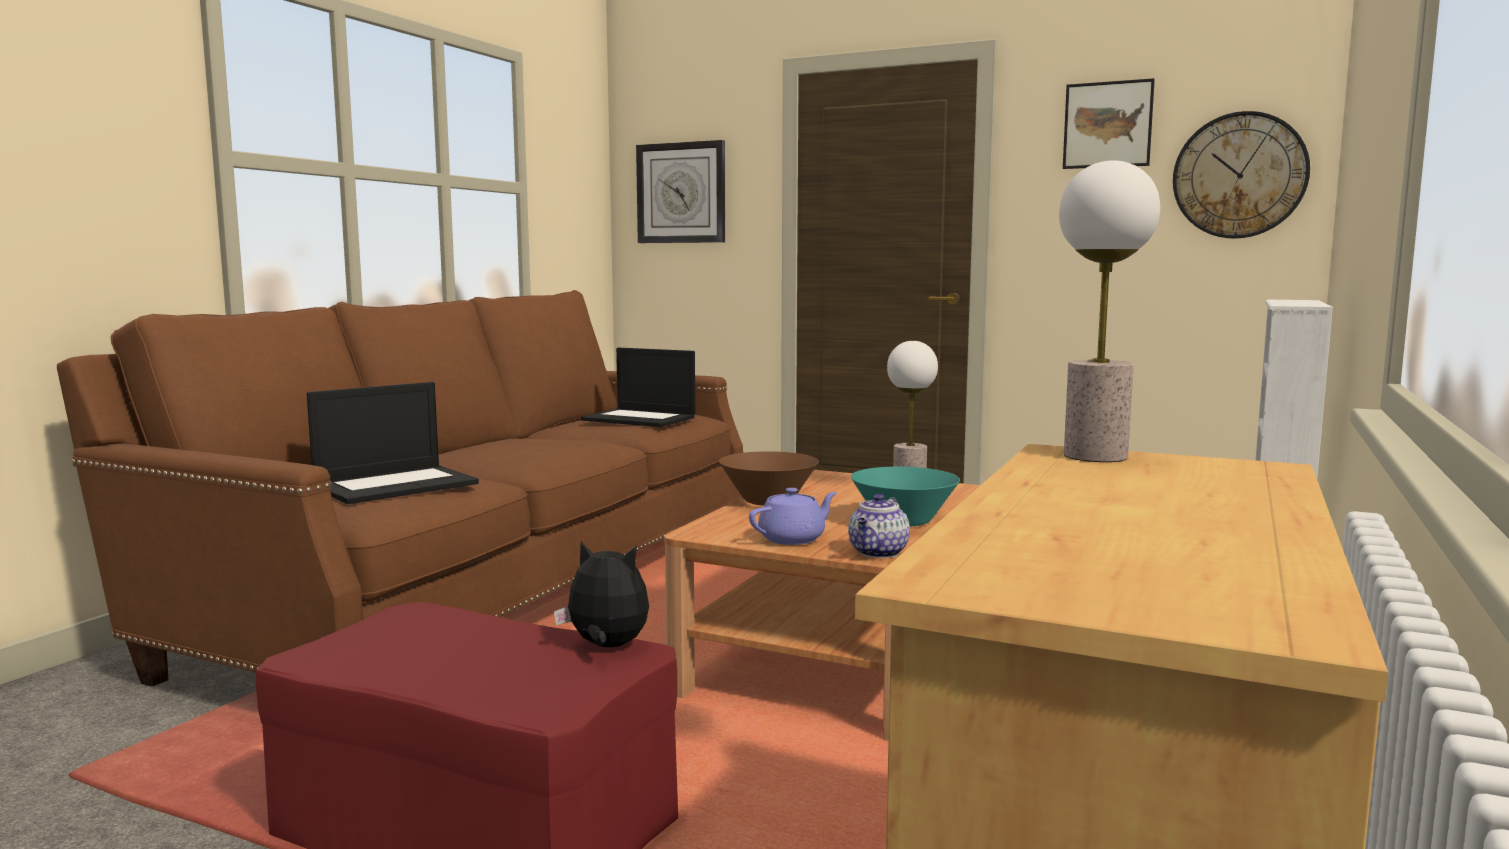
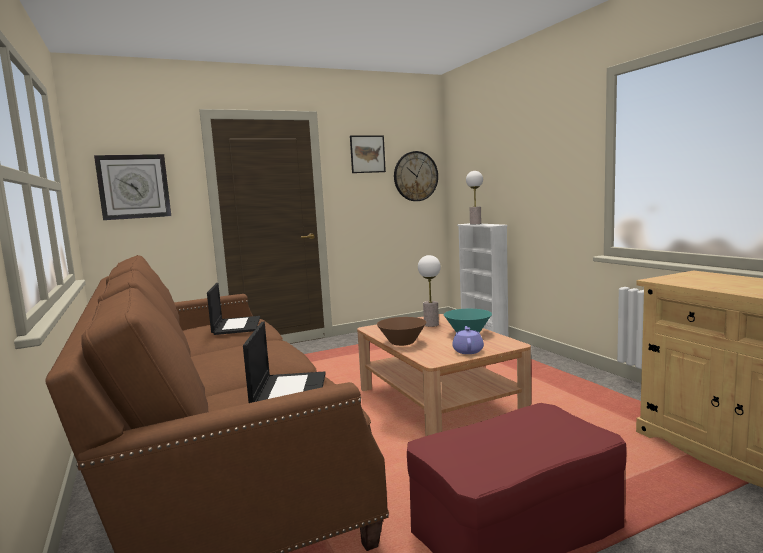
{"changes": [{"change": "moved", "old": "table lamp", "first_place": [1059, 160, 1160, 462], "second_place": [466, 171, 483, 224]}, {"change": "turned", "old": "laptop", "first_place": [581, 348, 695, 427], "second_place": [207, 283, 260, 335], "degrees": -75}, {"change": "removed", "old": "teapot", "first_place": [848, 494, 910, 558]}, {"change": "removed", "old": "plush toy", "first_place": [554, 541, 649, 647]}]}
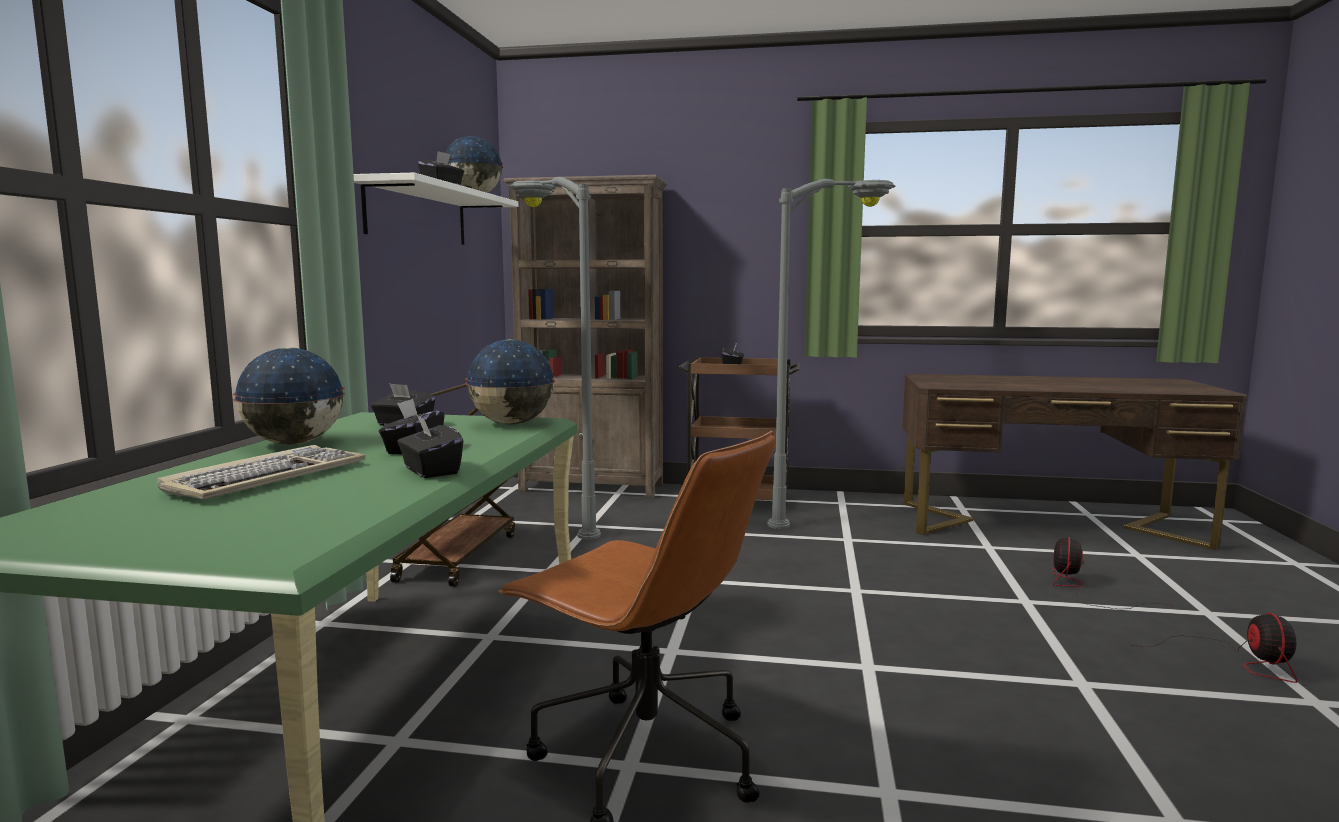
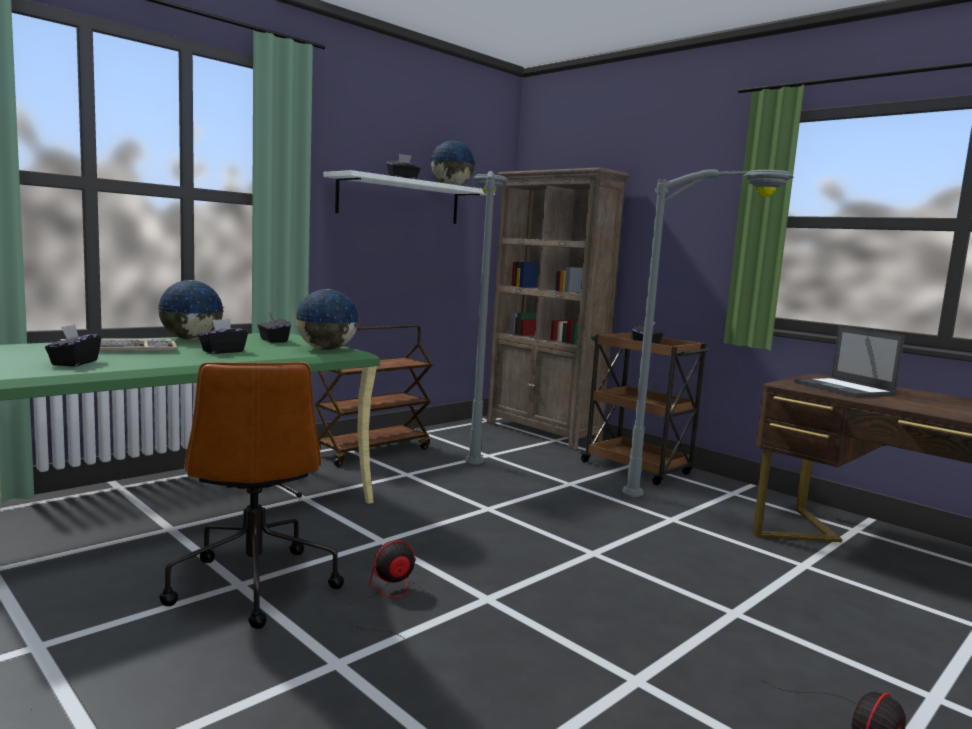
{"changes": [{"change": "moved", "old": "tissue box (black)", "first_place": [397, 415, 463, 478], "second_place": [45, 324, 101, 367]}, {"change": "moved", "old": "fan", "first_place": [1052, 537, 1173, 609], "second_place": [342, 541, 416, 645]}, {"change": "added", "new": "laptop", "second_place": [793, 326, 905, 397]}]}
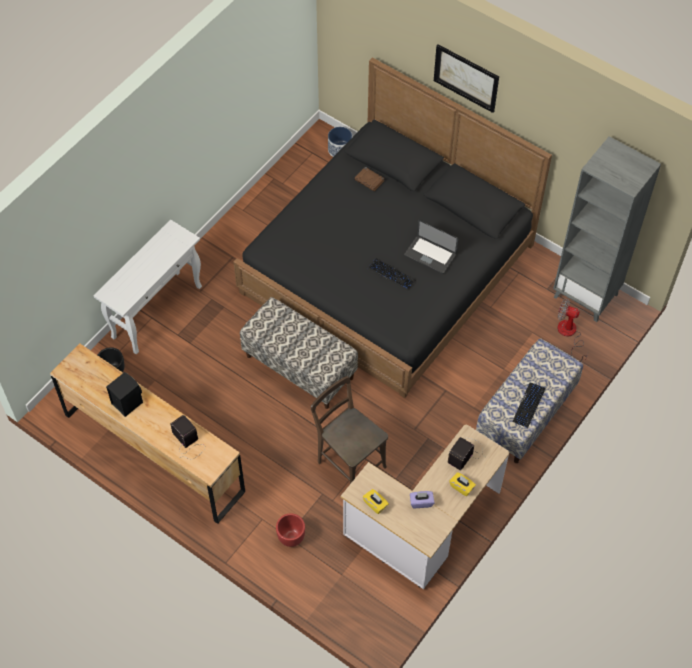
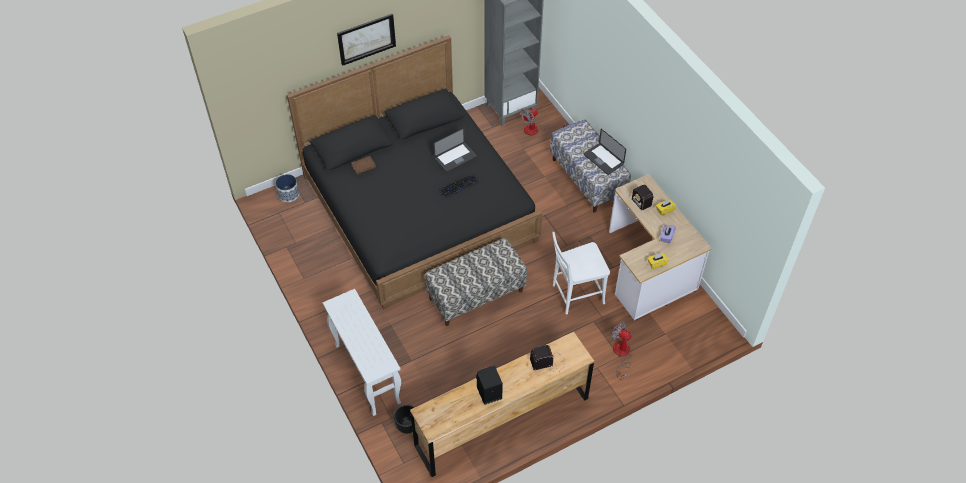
{"changes": [{"change": "recoloured", "old": "chair (brown)", "new": "chair (white)", "first_place": [311, 376, 388, 484], "second_place": [552, 232, 610, 315]}, {"change": "replaced", "old": "keyboard", "new": "laptop", "first_place": [512, 383, 546, 428], "second_place": [584, 129, 626, 175]}, {"change": "replaced", "old": "planter (red)", "new": "fan", "first_place": [276, 513, 305, 547], "second_place": [611, 322, 632, 380]}]}
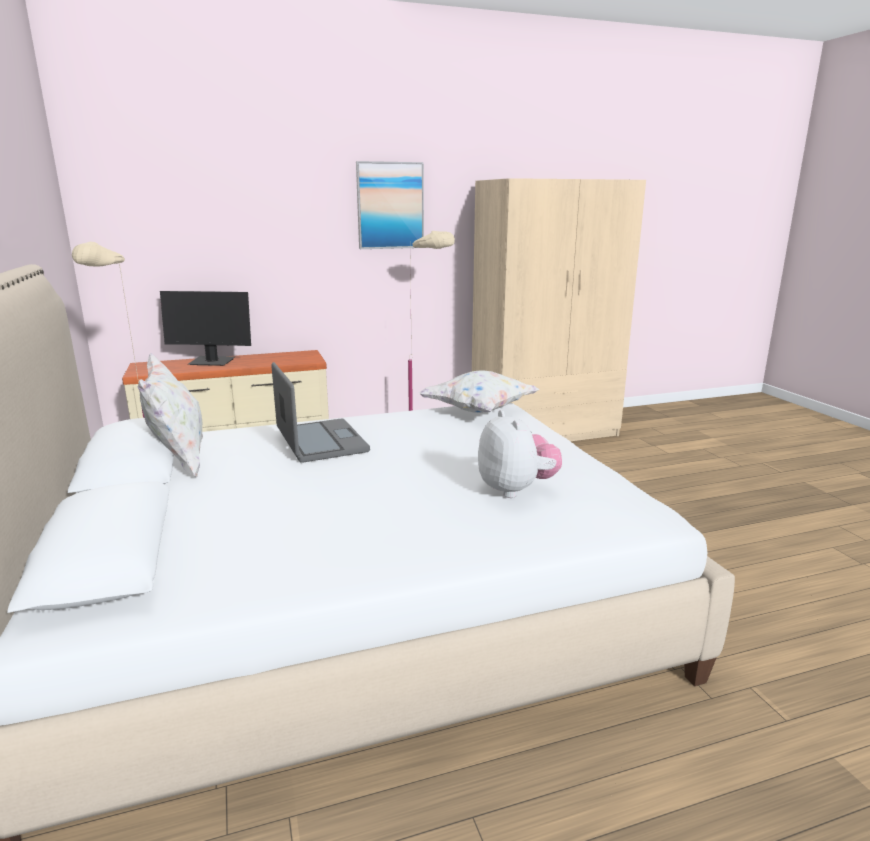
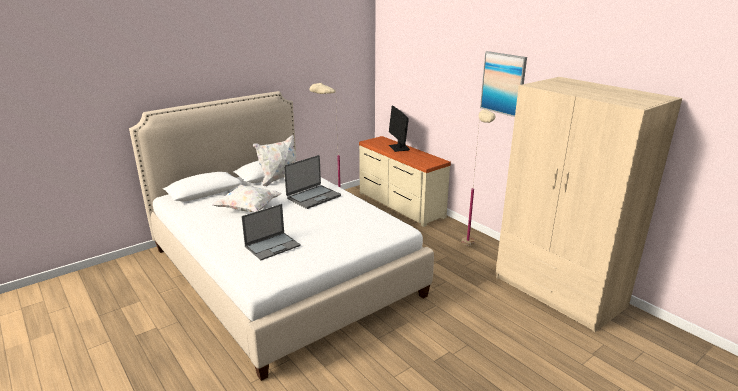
{"changes": [{"change": "moved", "old": "pillow (white)", "first_place": [419, 370, 540, 413], "second_place": [212, 185, 282, 212]}, {"change": "replaced", "old": "plush toy", "new": "laptop", "first_place": [478, 410, 562, 498], "second_place": [241, 204, 301, 260]}]}
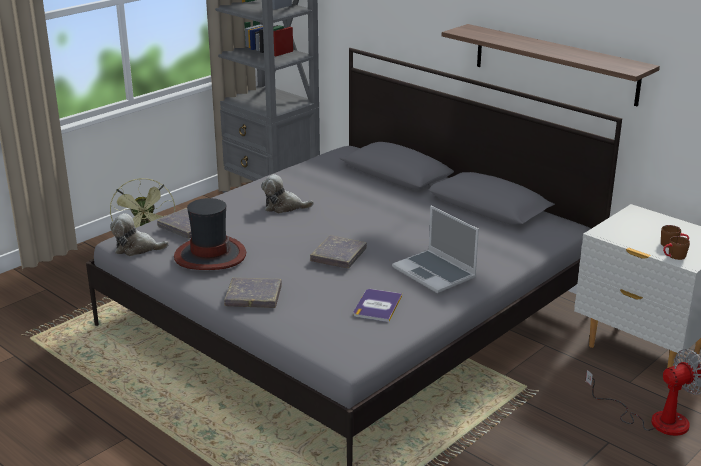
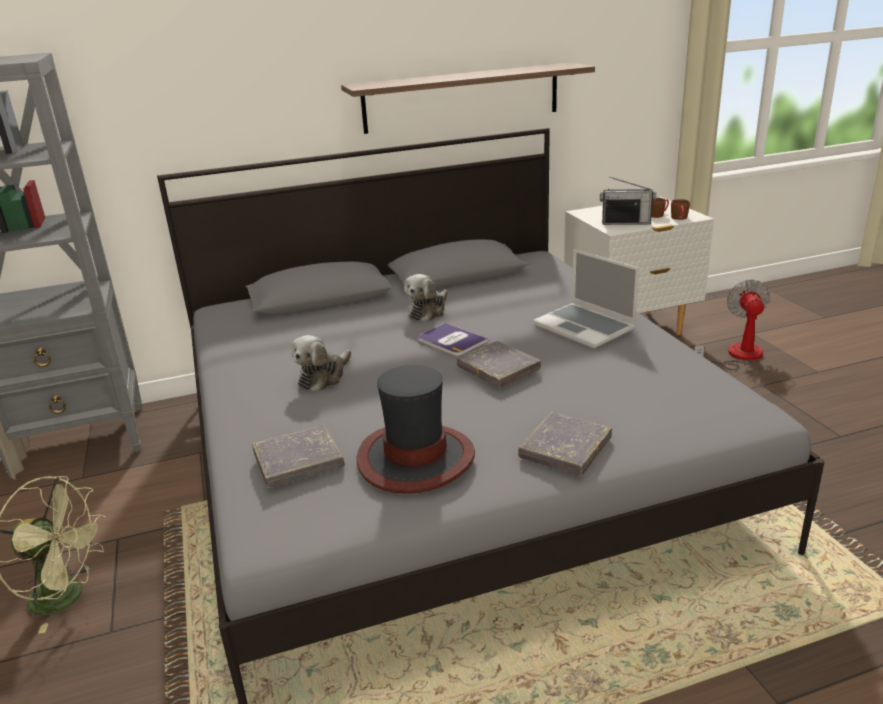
{"changes": [{"change": "turned", "old": "laptop", "first_place": [392, 206, 479, 293], "second_place": [533, 249, 639, 349], "degrees": 60}, {"change": "moved", "old": "plush toy", "first_place": [110, 213, 169, 256], "second_place": [404, 274, 448, 322]}, {"change": "moved", "old": "book", "first_place": [354, 289, 402, 322], "second_place": [418, 323, 487, 356]}, {"change": "added", "new": "radio", "second_place": [600, 177, 656, 225]}]}
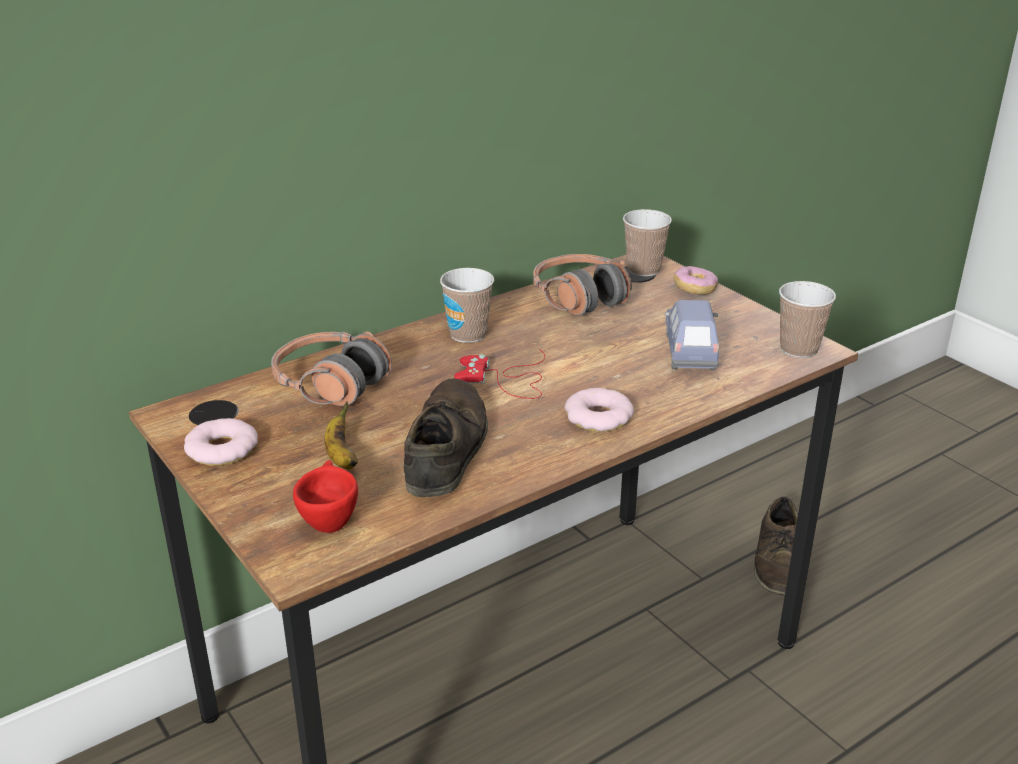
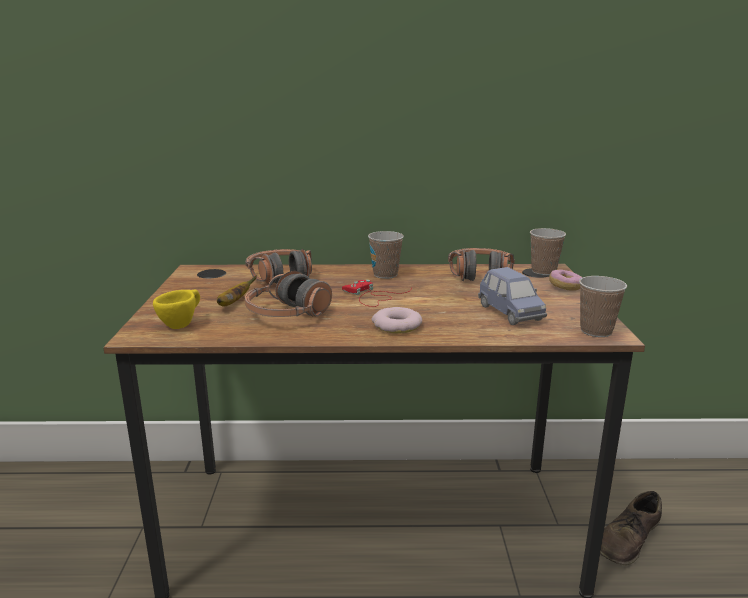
{"changes": [{"change": "turned", "old": "toy car (blue)", "first_place": [665, 300, 719, 370], "second_place": [478, 267, 547, 325], "degrees": 120}, {"change": "replaced", "old": "shoe (brown)", "new": "headphones", "first_place": [404, 378, 488, 497], "second_place": [245, 271, 332, 317]}, {"change": "removed", "old": "donut", "first_place": [184, 418, 258, 465]}, {"change": "recoloured", "old": "cup (red)", "new": "cup (yellow)", "first_place": [293, 460, 358, 533], "second_place": [153, 290, 200, 329]}]}
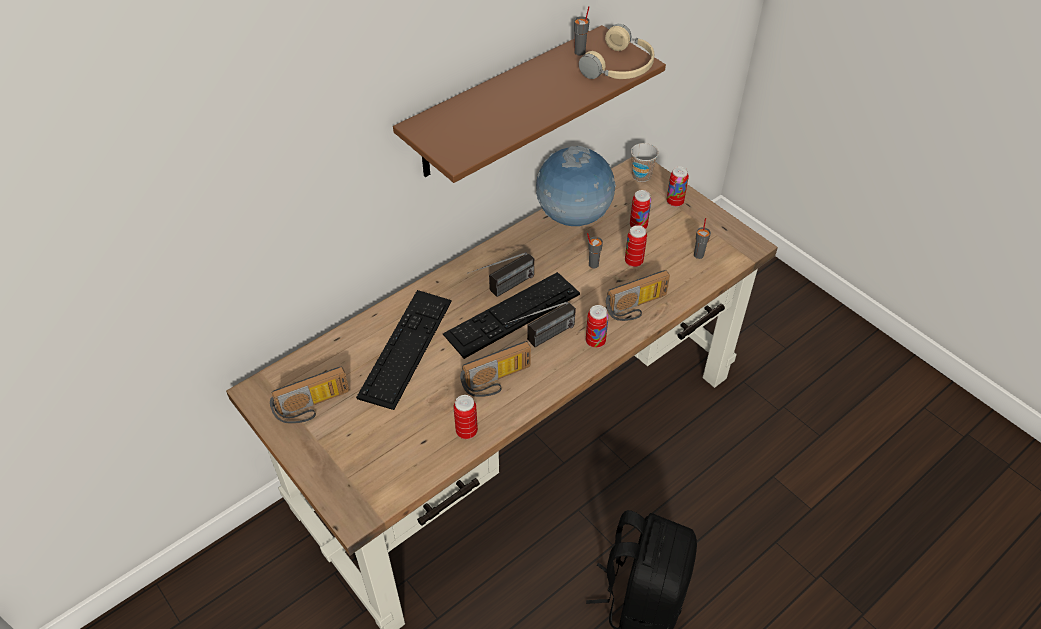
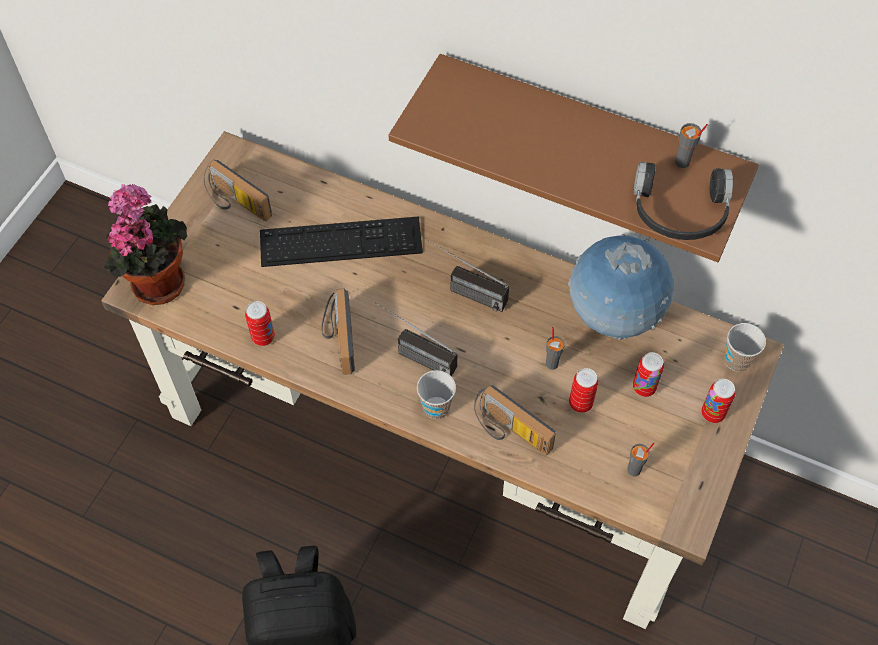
{"changes": [{"change": "recoloured", "old": "headphones (beige)", "new": "headphones (black)", "first_place": [579, 24, 654, 79], "second_place": [634, 162, 733, 240]}, {"change": "removed", "old": "keyboard", "first_place": [443, 272, 580, 359]}, {"change": "replaced", "old": "can", "new": "cup", "first_place": [586, 305, 609, 348], "second_place": [417, 370, 456, 419]}, {"change": "turned", "old": "radio", "first_place": [460, 341, 531, 397], "second_place": [321, 288, 355, 375], "degrees": 45}, {"change": "added", "new": "potted plant", "second_place": [104, 184, 187, 305]}]}
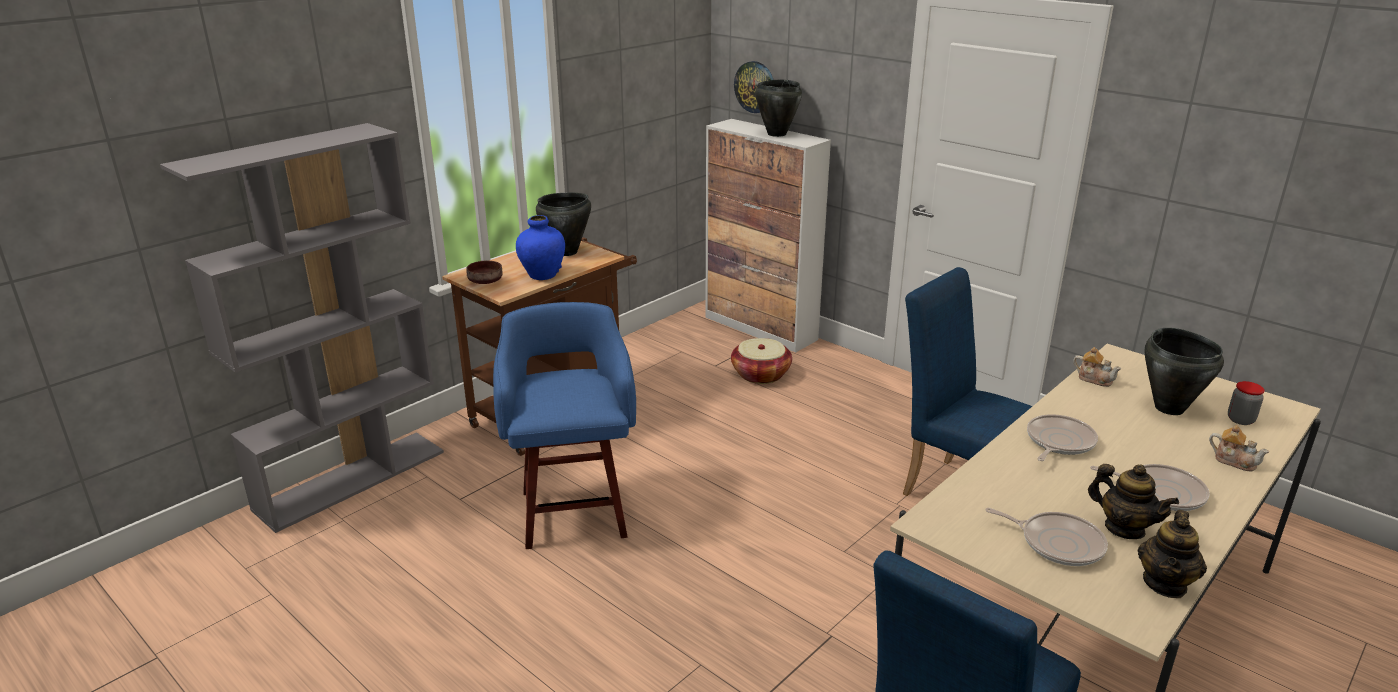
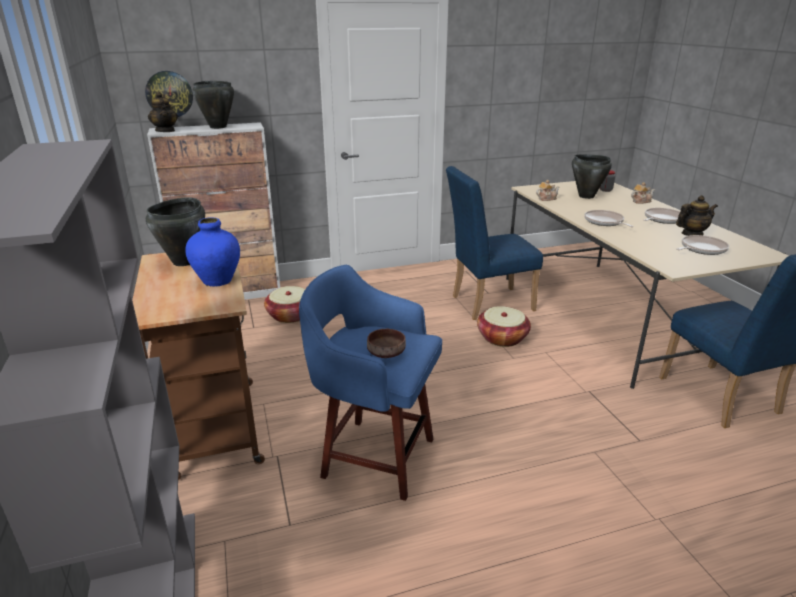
{"changes": [{"change": "moved", "old": "bowl (brown)", "first_place": [467, 261, 503, 284], "second_place": [367, 329, 406, 358]}, {"change": "moved", "old": "teapot", "first_place": [1138, 510, 1207, 598], "second_place": [148, 92, 178, 132]}, {"change": "added", "new": "basket", "second_place": [477, 306, 531, 347]}]}
